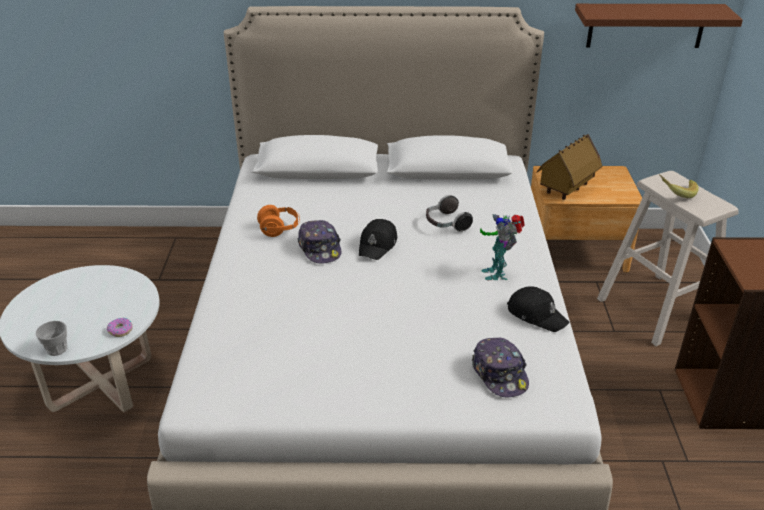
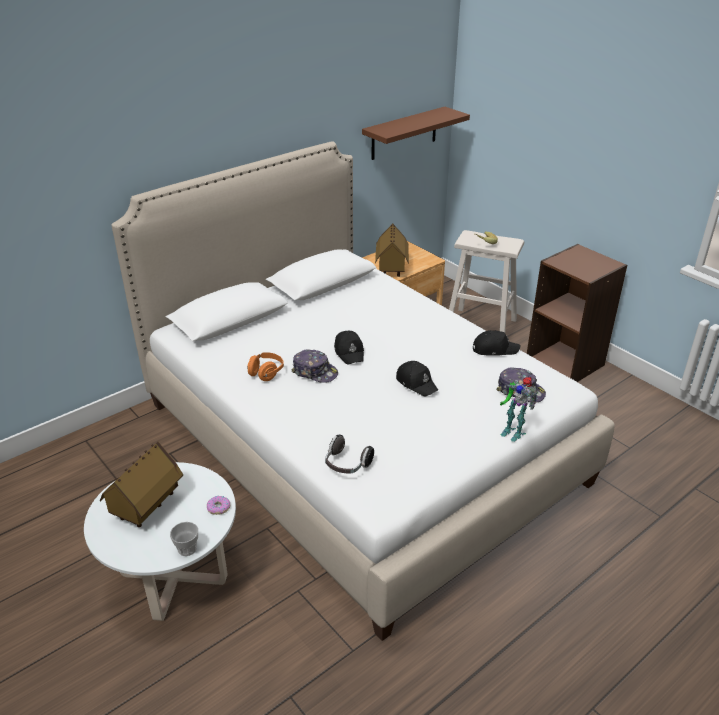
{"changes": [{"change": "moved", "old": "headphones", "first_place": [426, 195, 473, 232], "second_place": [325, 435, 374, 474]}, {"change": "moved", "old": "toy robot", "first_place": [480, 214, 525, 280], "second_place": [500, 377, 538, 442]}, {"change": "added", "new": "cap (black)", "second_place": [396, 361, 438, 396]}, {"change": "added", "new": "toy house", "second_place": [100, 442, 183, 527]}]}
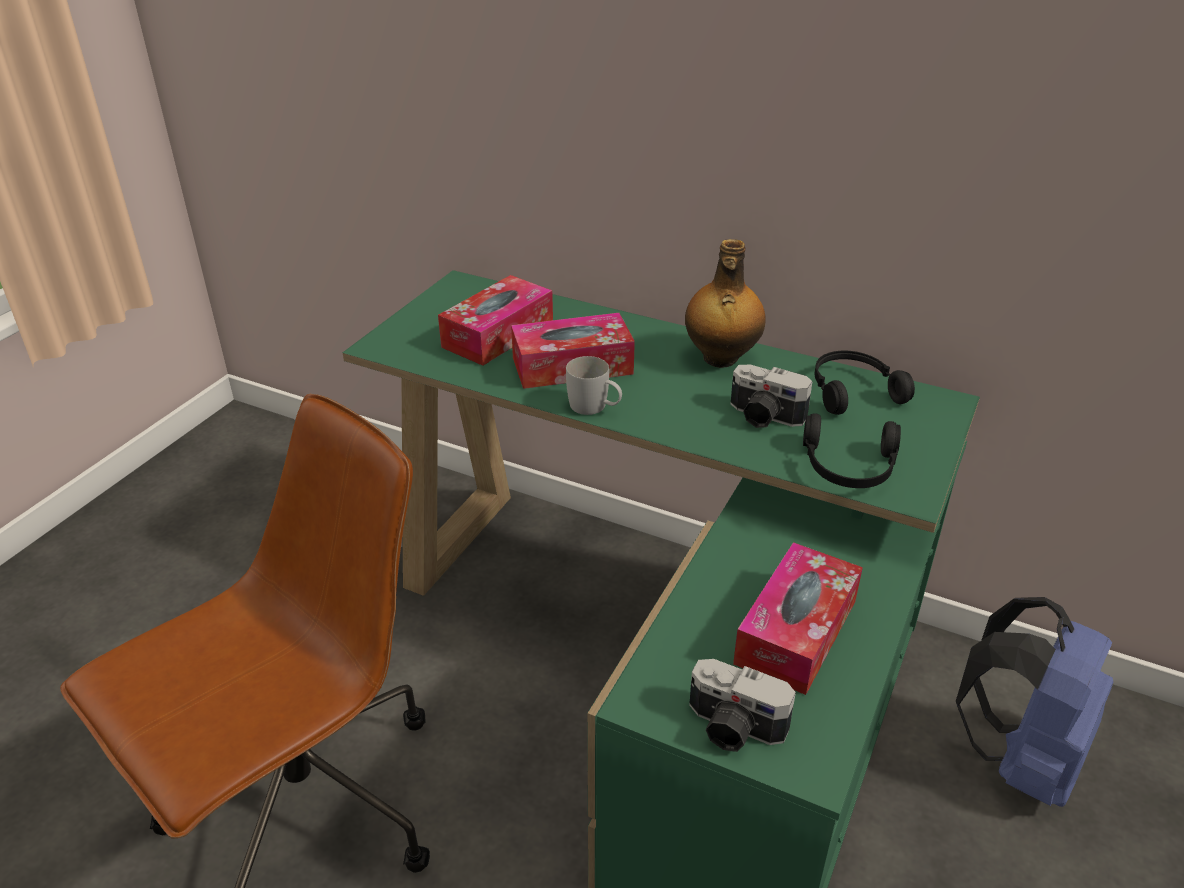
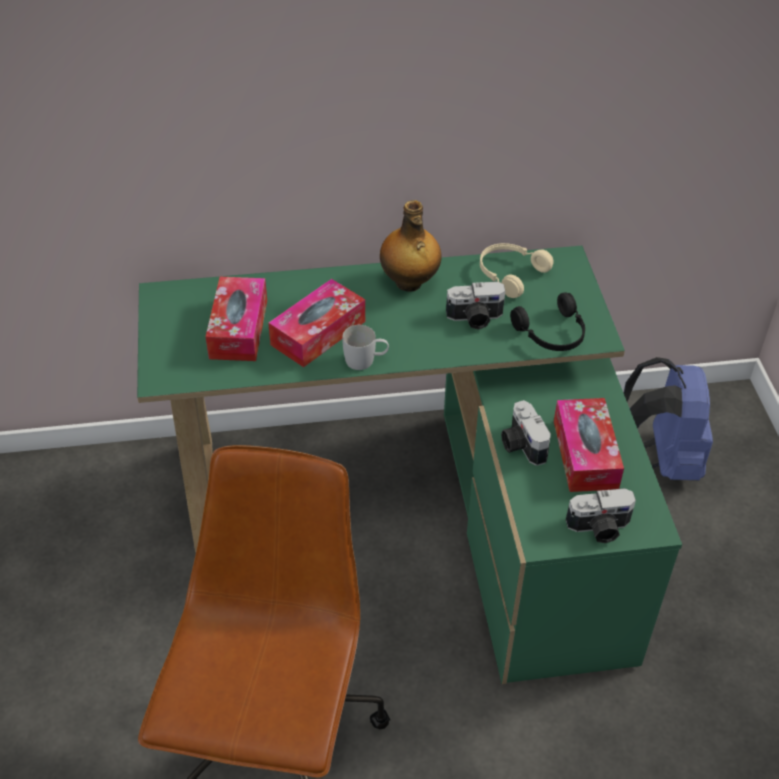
{"changes": [{"change": "recoloured", "old": "headphones (black)", "new": "headphones (beige)", "first_place": [814, 351, 915, 415], "second_place": [480, 243, 554, 298]}, {"change": "added", "new": "photo camera", "second_place": [501, 400, 551, 466]}]}
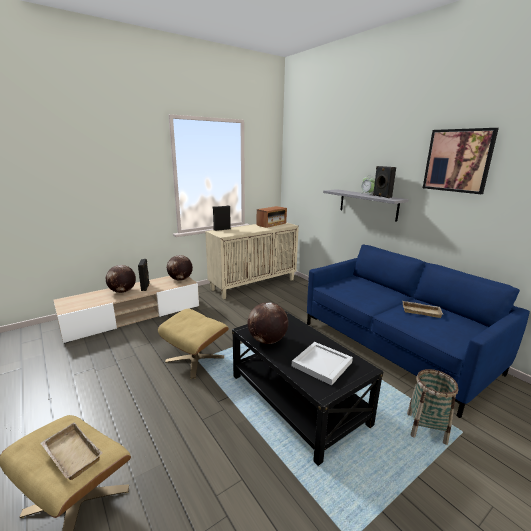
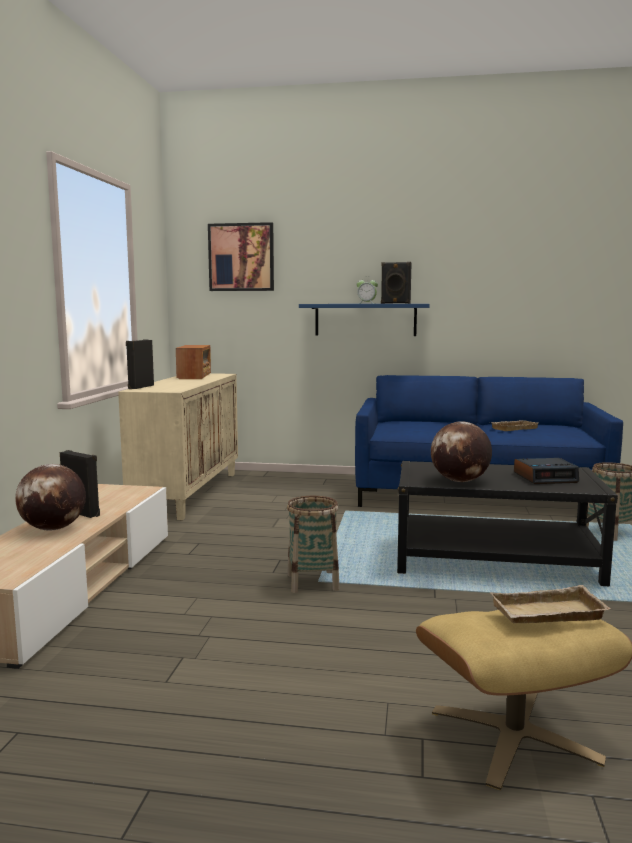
{"changes": [{"change": "moved", "old": "picture", "first_place": [423, 128, 499, 194], "second_place": [208, 222, 274, 291]}, {"change": "recoloured", "old": "shelf (grey)", "new": "shelf (blue)", "first_place": [323, 189, 409, 222], "second_place": [299, 304, 430, 336]}, {"change": "removed", "old": "globe", "first_place": [167, 255, 193, 281]}, {"change": "replaced", "old": "ottoman (beige)", "new": "basket", "first_place": [158, 309, 229, 378], "second_place": [287, 496, 339, 593]}, {"change": "replaced", "old": "tray (white)", "new": "alarm clock", "first_place": [292, 342, 353, 386], "second_place": [514, 458, 579, 484]}]}
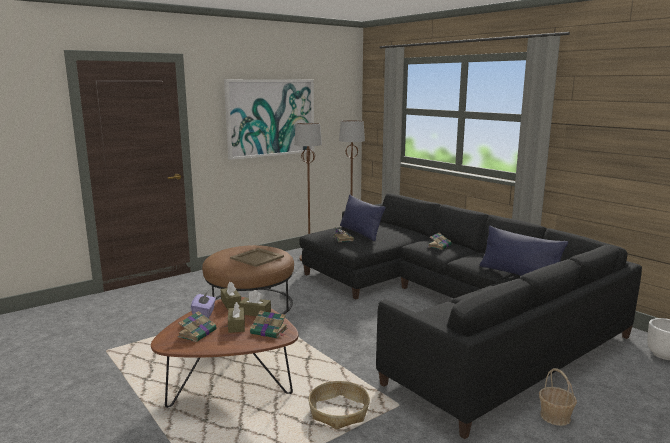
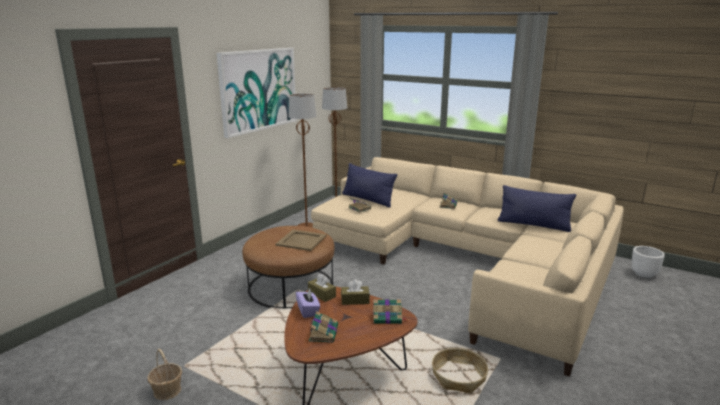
{"changes": [{"change": "recoloured", "old": "sofa (black)", "new": "sofa (beige)", "first_place": [299, 193, 642, 439], "second_place": [311, 157, 624, 377]}, {"change": "removed", "old": "tissue box (brown)", "first_place": [228, 302, 245, 333]}, {"change": "moved", "old": "basket", "first_place": [539, 368, 577, 426], "second_place": [147, 349, 182, 400]}]}
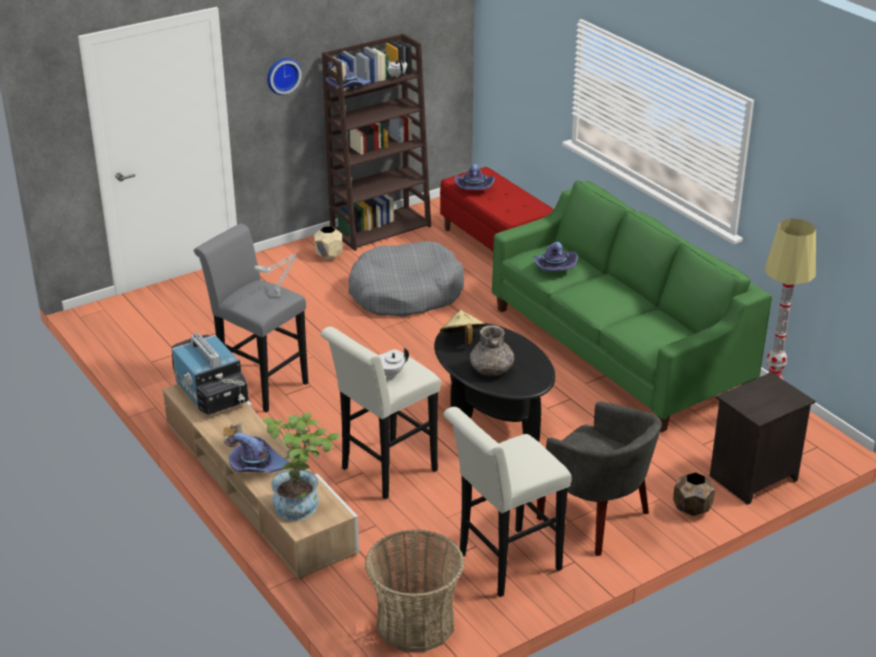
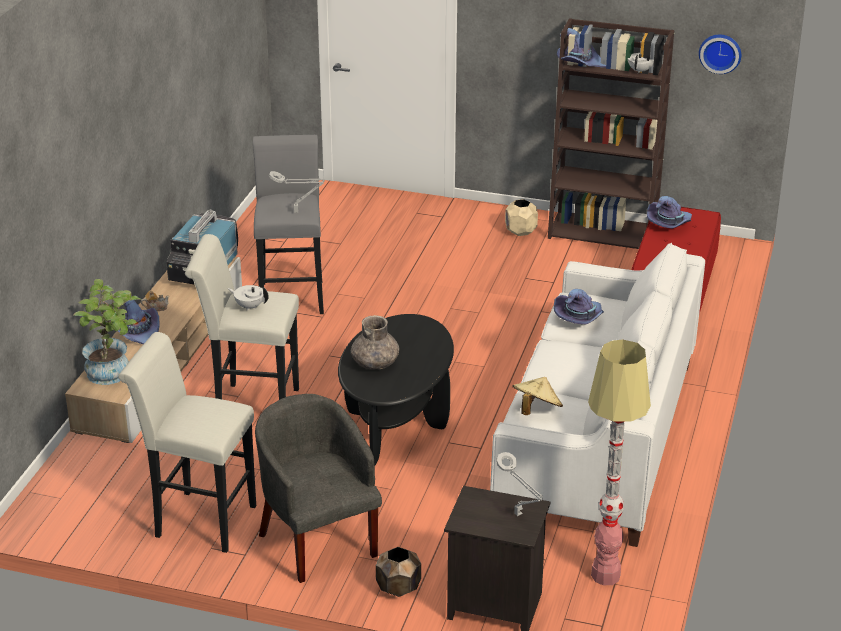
{"changes": [{"change": "moved", "old": "wall clock", "first_place": [267, 58, 302, 95], "second_place": [699, 35, 741, 74]}, {"change": "recoloured", "old": "sofa (green)", "new": "sofa (white)", "first_place": [492, 180, 772, 433], "second_place": [490, 243, 705, 547]}, {"change": "removed", "old": "dog bed (grey)", "first_place": [348, 241, 464, 317]}, {"change": "moved", "old": "hat (beige)", "first_place": [440, 310, 486, 344], "second_place": [512, 377, 563, 415]}, {"change": "turned", "old": "armchair (grey)", "first_place": [537, 401, 662, 556], "second_place": [255, 394, 382, 583], "degrees": 150}, {"change": "removed", "old": "basket", "first_place": [365, 529, 465, 652]}, {"change": "added", "new": "table lamp (grey)", "second_place": [496, 452, 544, 516]}]}
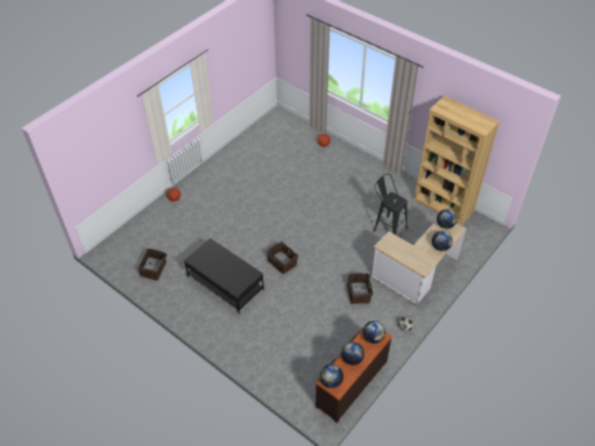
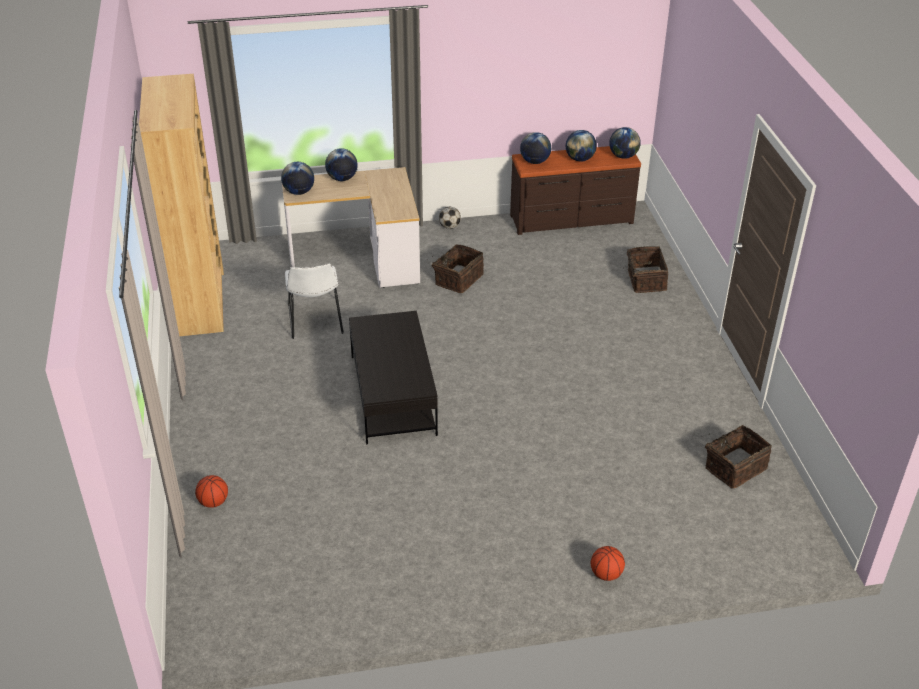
{"changes": [{"change": "replaced", "old": "stool (black)", "new": "chair (white)", "first_place": [373, 174, 408, 235], "second_place": [285, 263, 344, 339]}, {"change": "moved", "old": "coffee table (black)", "first_place": [184, 238, 264, 313], "second_place": [349, 311, 438, 444]}, {"change": "moved", "old": "basket", "first_place": [267, 241, 298, 274], "second_place": [627, 246, 668, 293]}]}
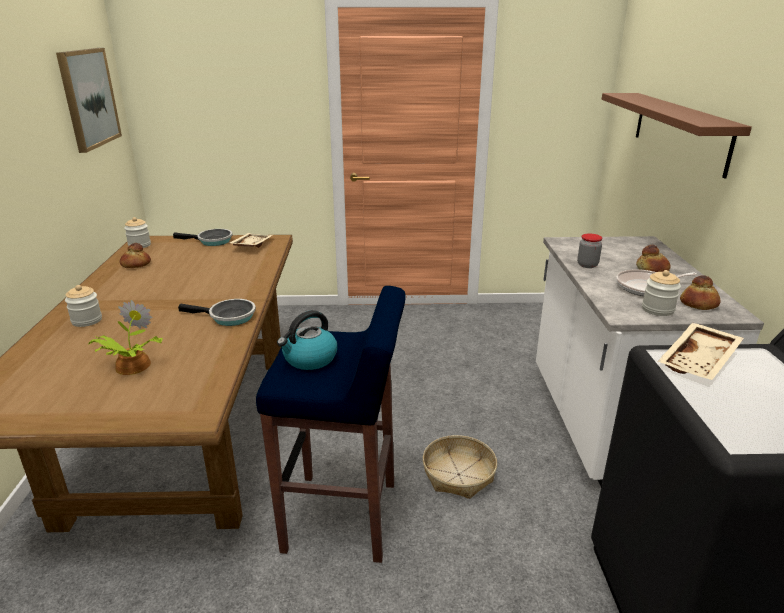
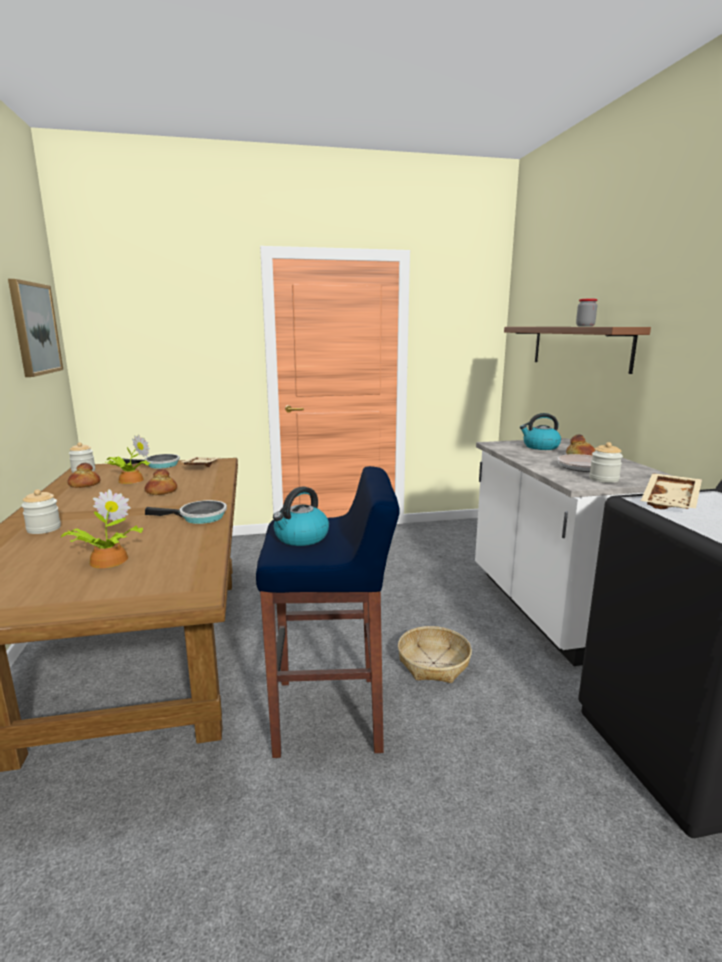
{"changes": [{"change": "moved", "old": "jar", "first_place": [577, 234, 602, 268], "second_place": [576, 299, 597, 327]}, {"change": "moved", "old": "bread", "first_place": [680, 275, 720, 310], "second_place": [145, 469, 177, 495]}, {"change": "added", "new": "kettle", "second_place": [520, 413, 561, 450]}, {"change": "added", "new": "potted plant", "second_place": [105, 434, 150, 484]}]}
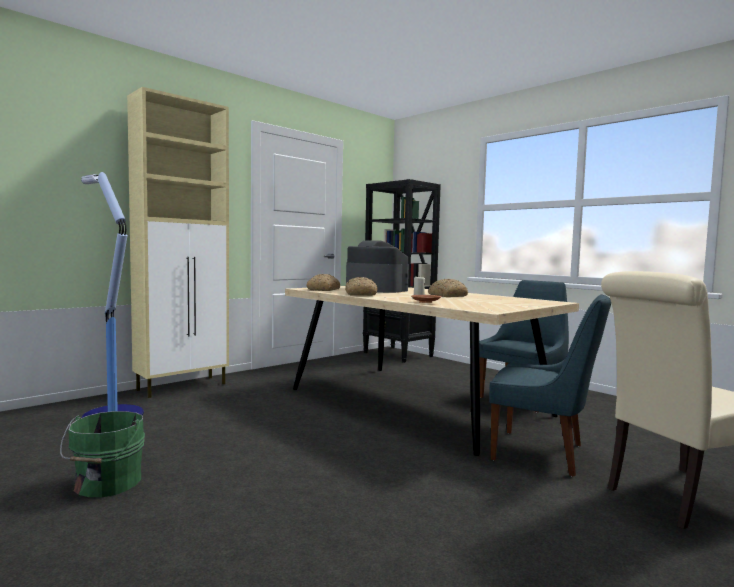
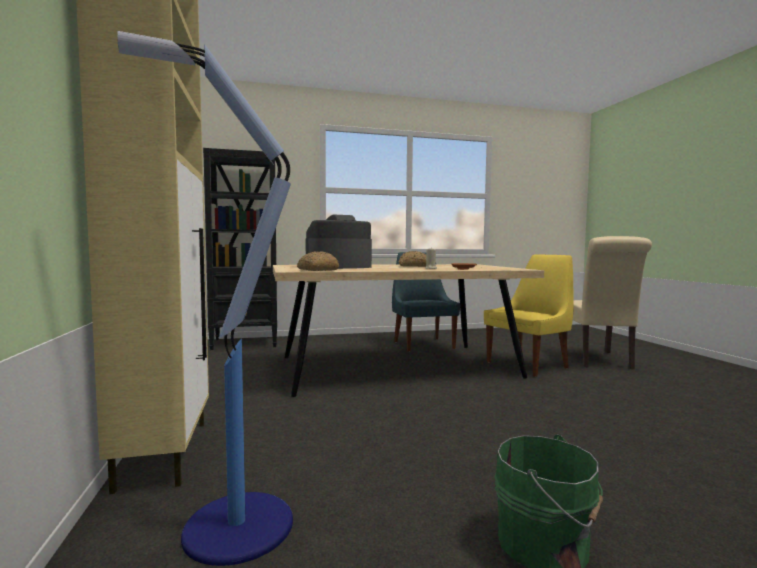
{"changes": [{"change": "removed", "old": "bread", "first_place": [345, 277, 377, 296]}, {"change": "recoloured", "old": "chair (blue)", "new": "chair (yellow)", "first_place": [489, 295, 611, 477], "second_place": [484, 254, 574, 377]}]}
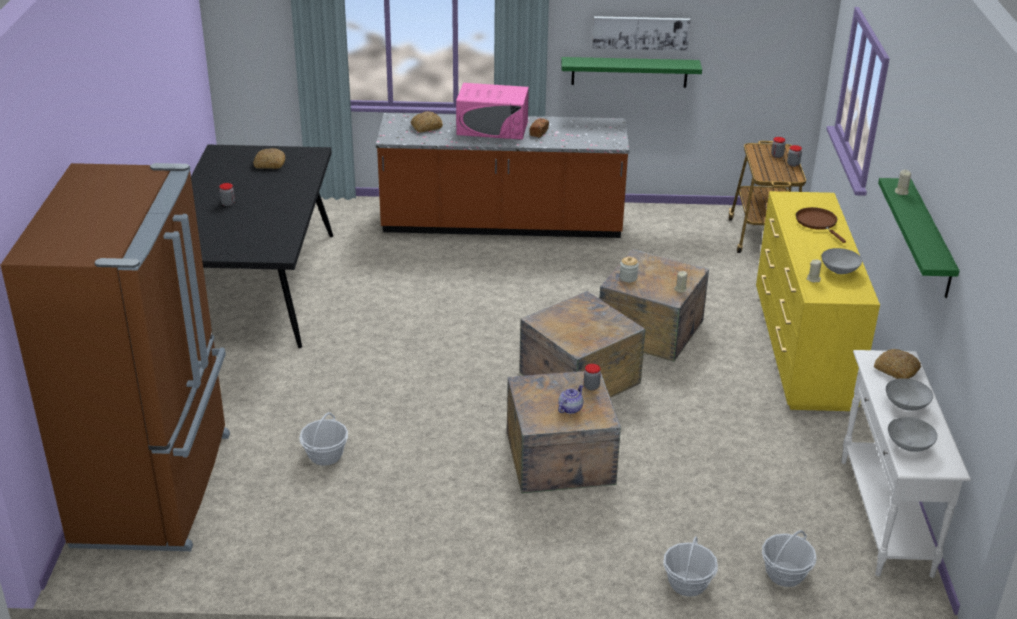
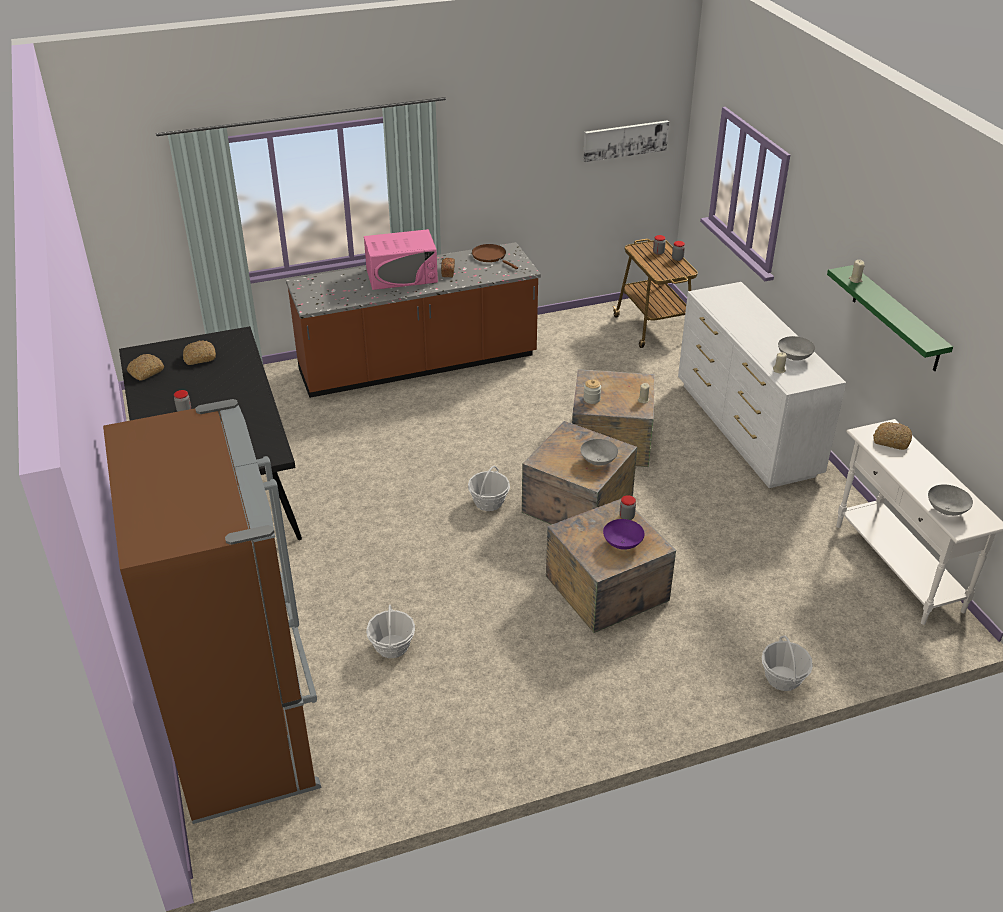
{"changes": [{"change": "moved", "old": "picture", "first_place": [592, 16, 690, 51], "second_place": [583, 120, 669, 162]}, {"change": "removed", "old": "shelf (green)", "first_place": [561, 57, 702, 88]}, {"change": "moved", "old": "bread", "first_place": [410, 111, 443, 133], "second_place": [127, 354, 164, 381]}, {"change": "recoloured", "old": "dresser (yellow)", "new": "dresser (white)", "first_place": [756, 191, 880, 411], "second_place": [678, 282, 846, 488]}, {"change": "moved", "old": "frying pan (brown)", "first_place": [796, 207, 846, 243], "second_place": [472, 244, 518, 269]}, {"change": "moved", "old": "bowl (grey)", "first_place": [886, 378, 933, 411], "second_place": [580, 439, 618, 466]}, {"change": "replaced", "old": "teapot", "new": "bowl (purple)", "first_place": [558, 384, 584, 414], "second_place": [603, 519, 644, 550]}, {"change": "moved", "old": "basket", "first_place": [762, 530, 816, 587], "second_place": [468, 466, 510, 511]}]}
